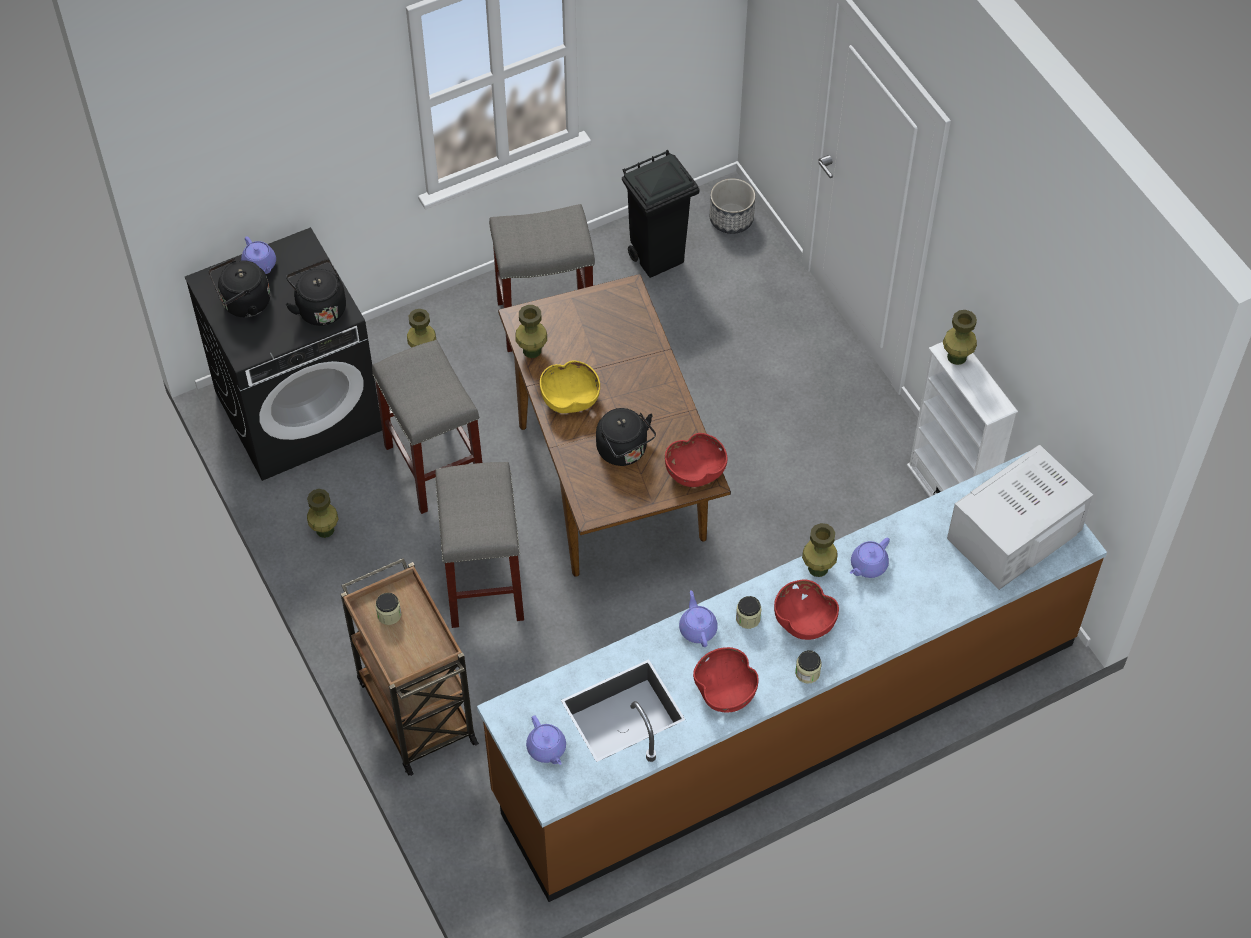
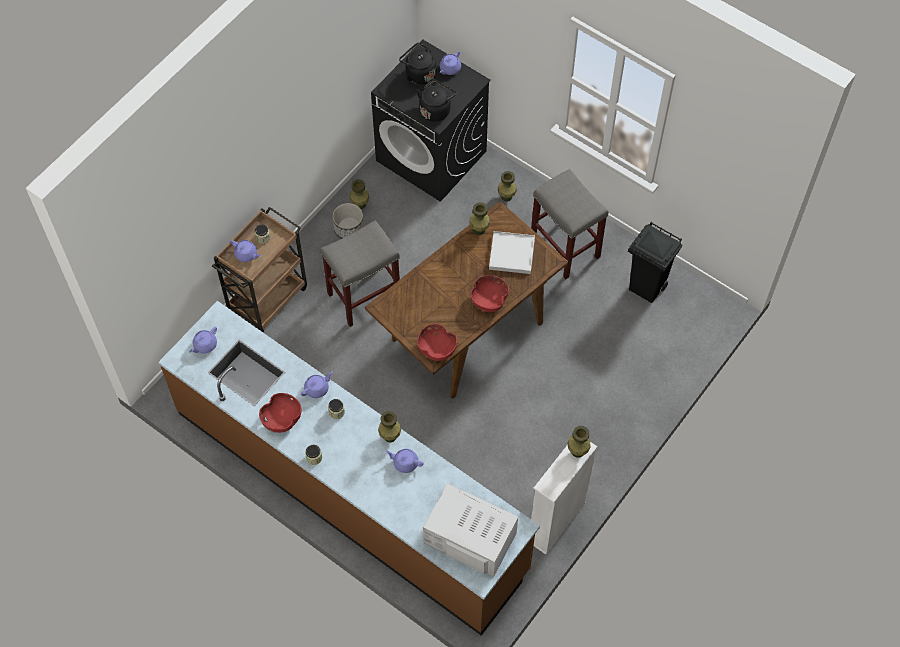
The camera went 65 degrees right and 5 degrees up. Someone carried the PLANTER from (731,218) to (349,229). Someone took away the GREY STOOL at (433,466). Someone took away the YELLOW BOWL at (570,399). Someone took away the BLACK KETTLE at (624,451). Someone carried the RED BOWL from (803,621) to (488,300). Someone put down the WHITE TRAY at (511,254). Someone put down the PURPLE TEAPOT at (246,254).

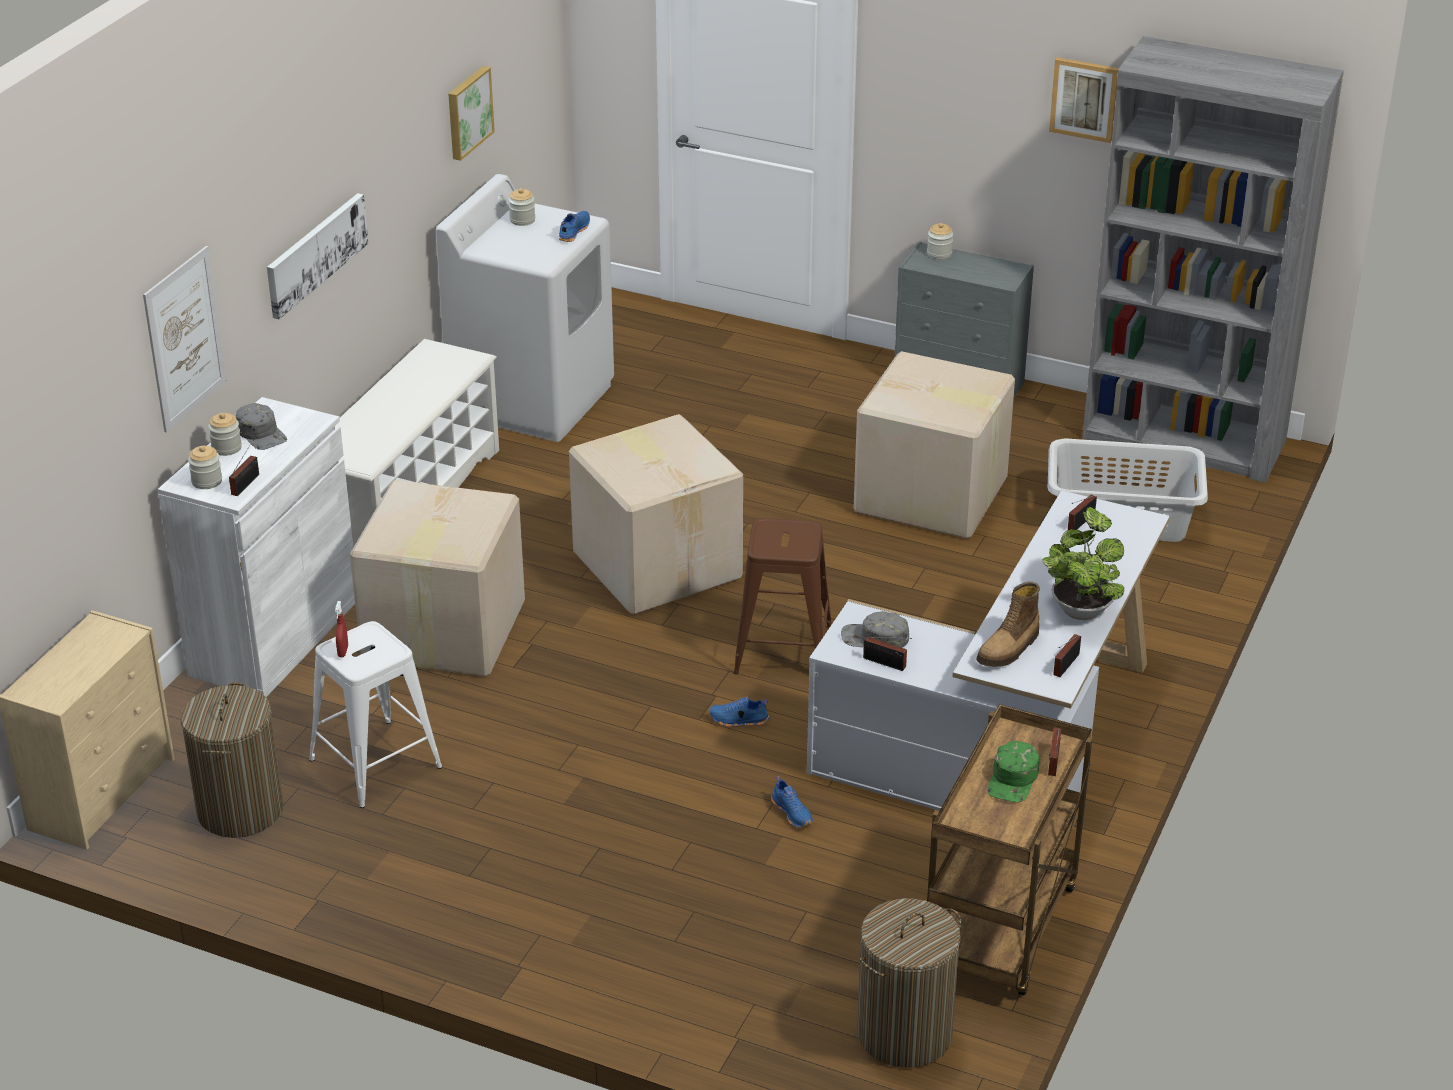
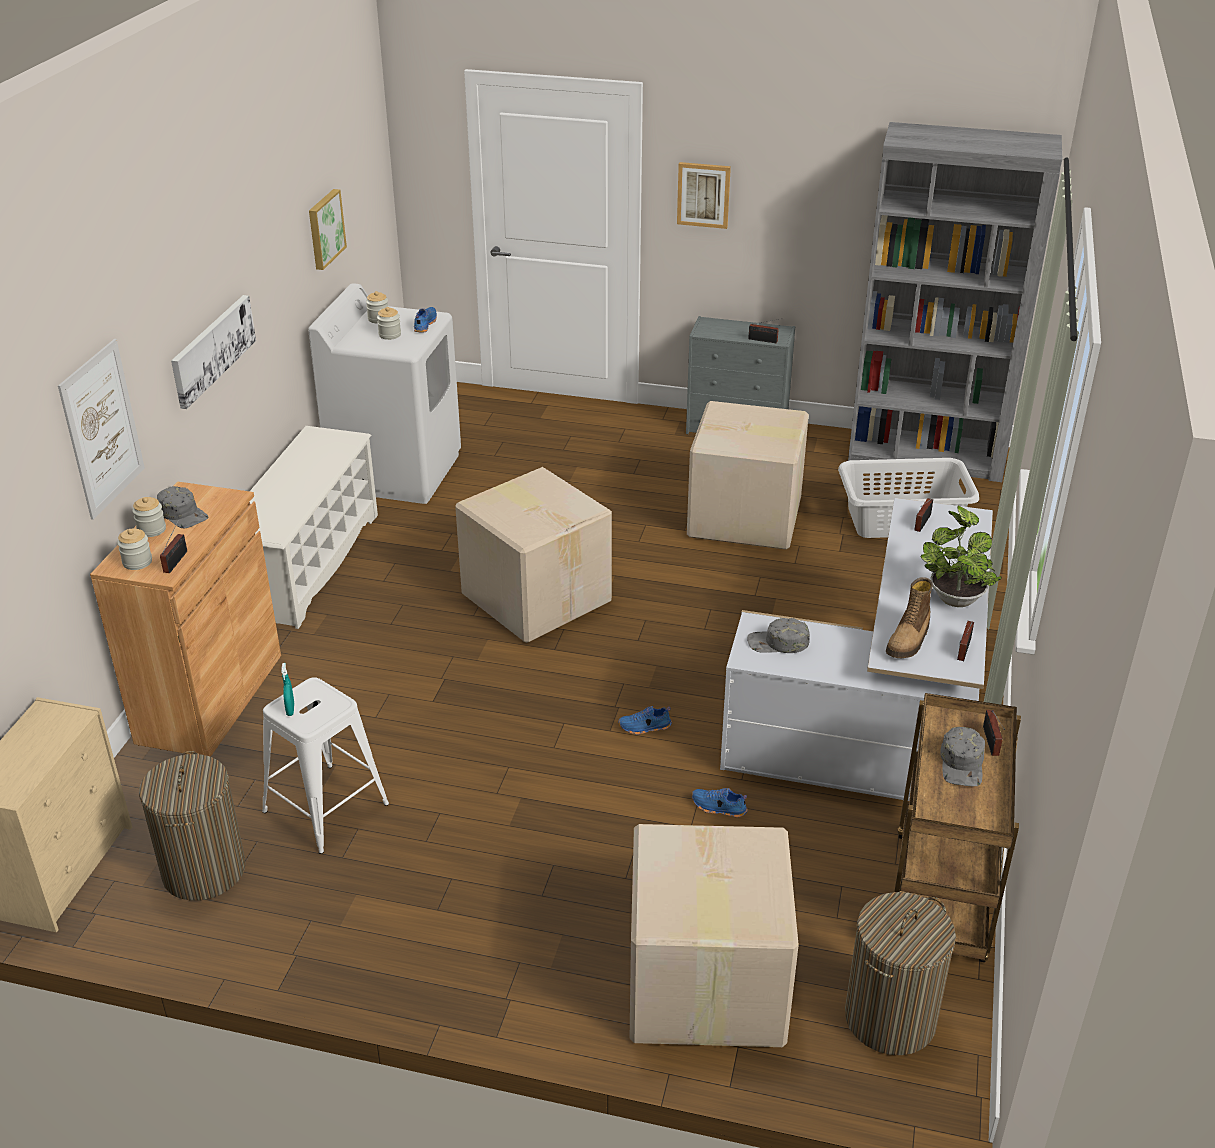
The camera went 10 degrees left and 0 degrees up. Someone carried the PICTURE from (1084,99) to (703,194). Someone carried the JAR from (939,253) to (390,335). Someone repainted the WHITE CABINET at (275,637), which became the BROWN CABINET at (210,698). Someone carried the CARDBOARD BOX from (441,631) to (703,986). Someone took away the BROWN STOOL at (783,649). Someone repainted the RED SPRAY BOTTLE at (343,651), which became the TURQUOISE SPRAY BOTTLE at (290,710). Someone carried the RADIO from (886,663) to (764,340). Someone repainted the GREEN CAP at (1013,779), which became the GREY CAP at (962,764). Someone rotated the BLUE SHOE at (793,812) by 150 degrees clockwise.

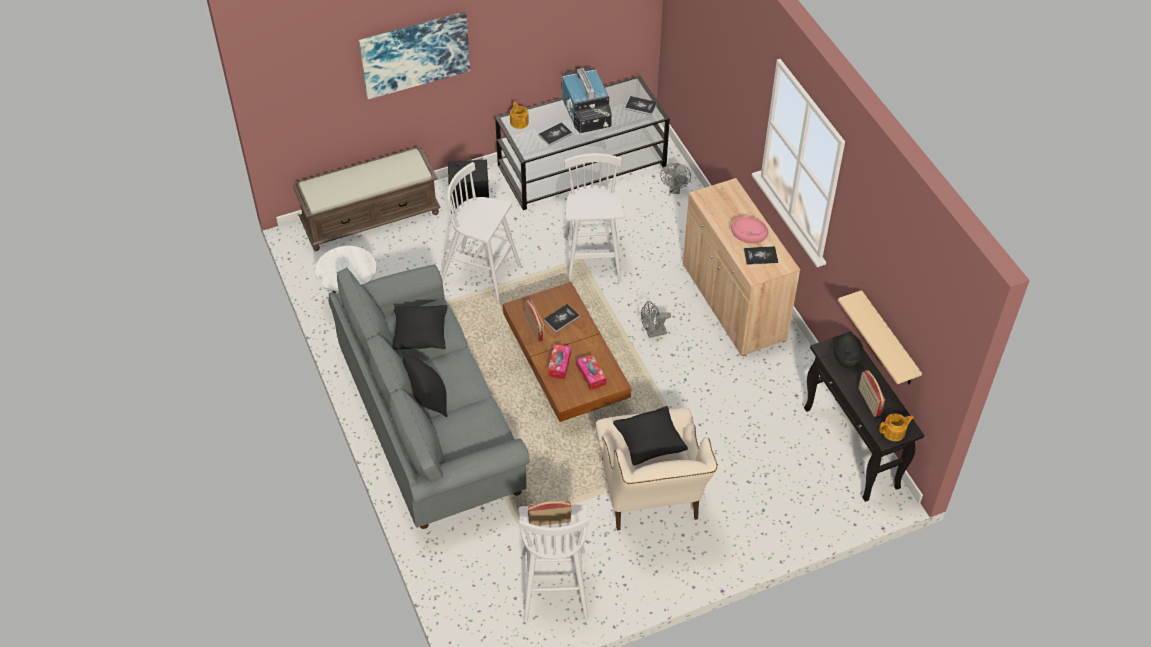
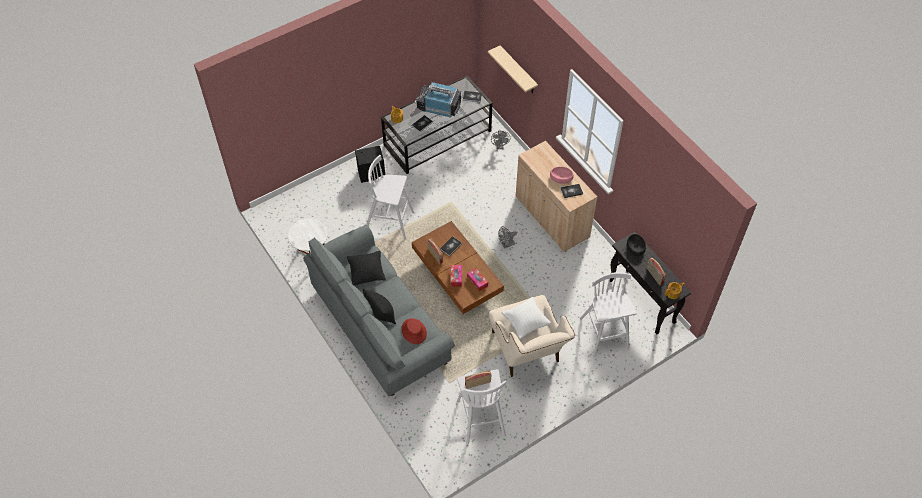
The camera went 10 degrees left and 5 degrees up. Someone took away the PICTURE at (415,54). Someone rotated the TELEVISION at (586,114) by 135 degrees clockwise. Someone took away the BROWN BENCH at (371,217). Someone carried the WHITE STOOL from (592,260) to (604,334). Someone carried the BEIGE SHELF from (888,340) to (518,71). Someone repainted the BLACK PILLOW at (649,444), which became the WHITE PILLOW at (525,323). Someone put down the RED HAT at (414,331).

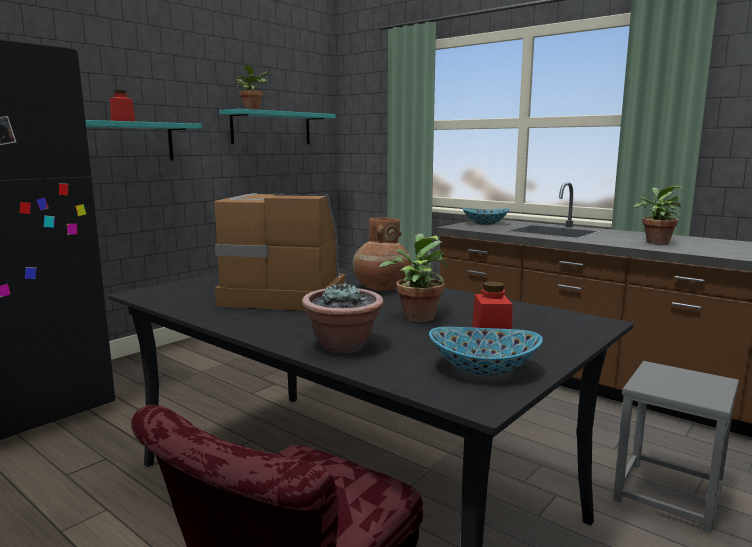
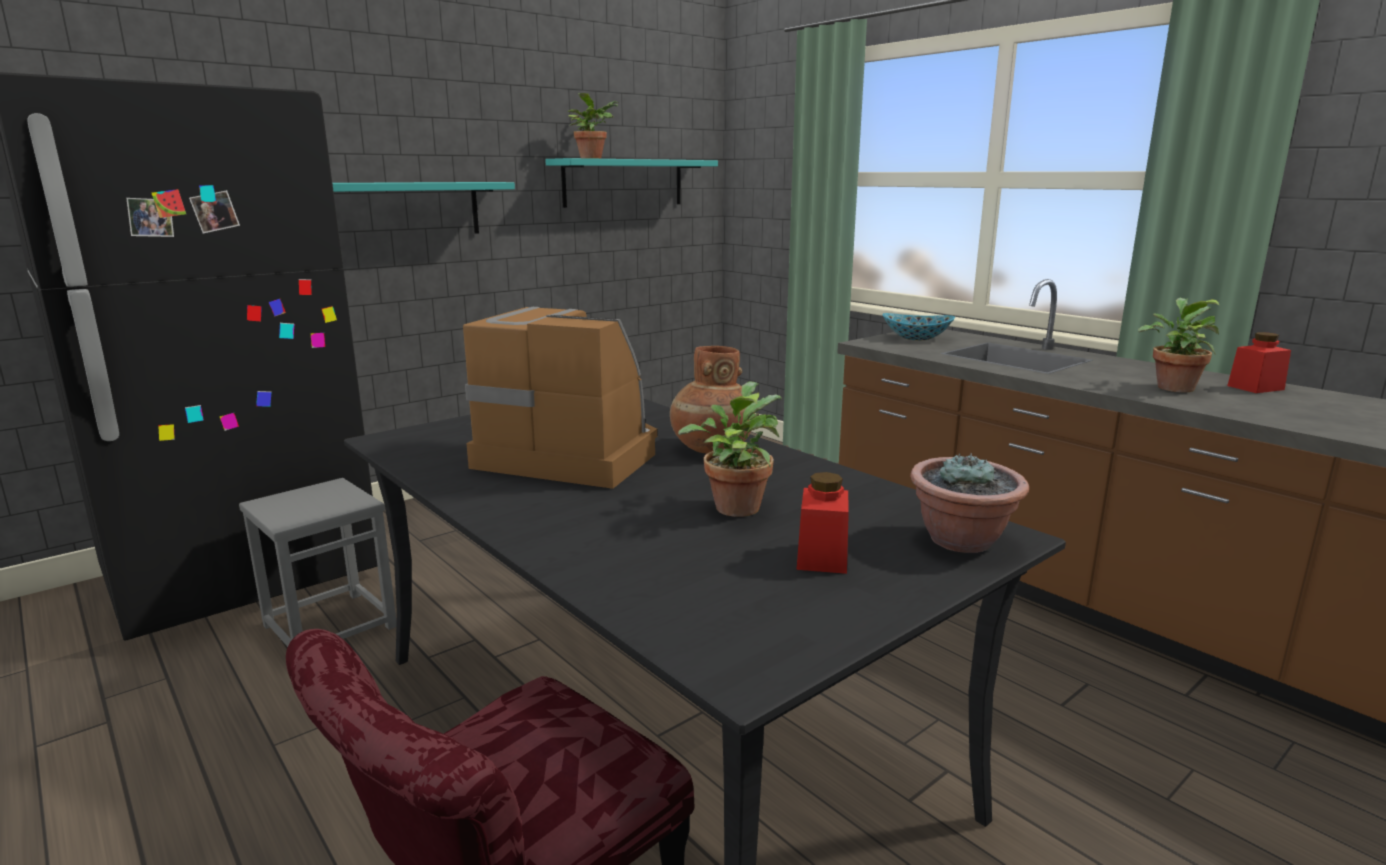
The camera went 10 degrees right and 5 degrees up. Someone carried the RED JAR from (123,121) to (1255,388). Someone carried the POTTED PLANT from (343,346) to (962,541). Someone took away the BOWL at (483,369). Someone carried the GREY STOOL from (667,494) to (330,626).

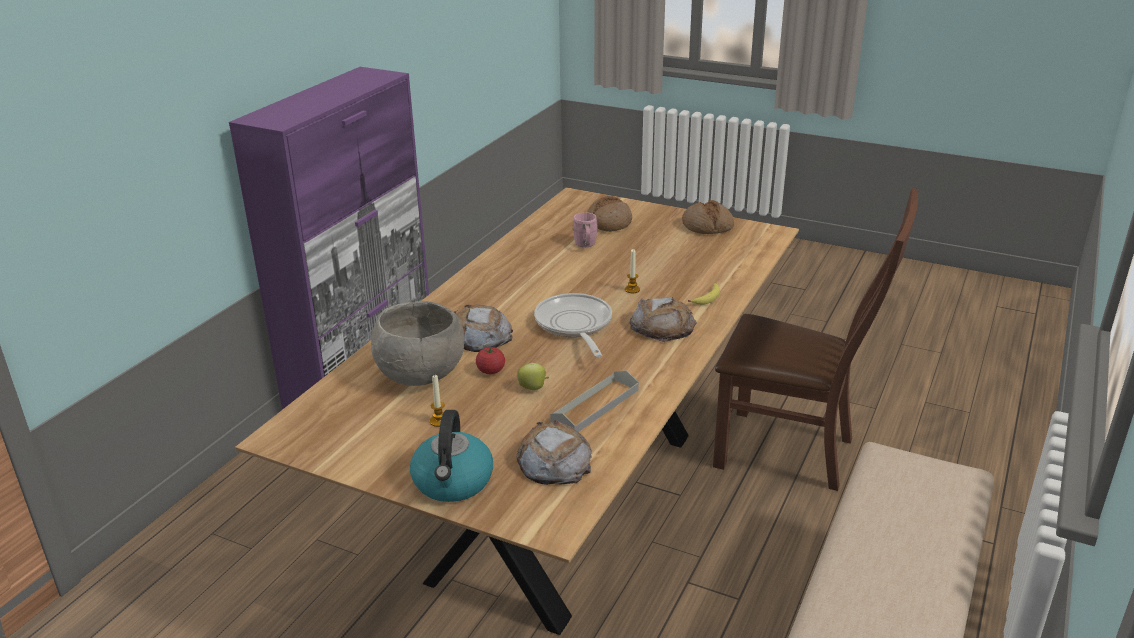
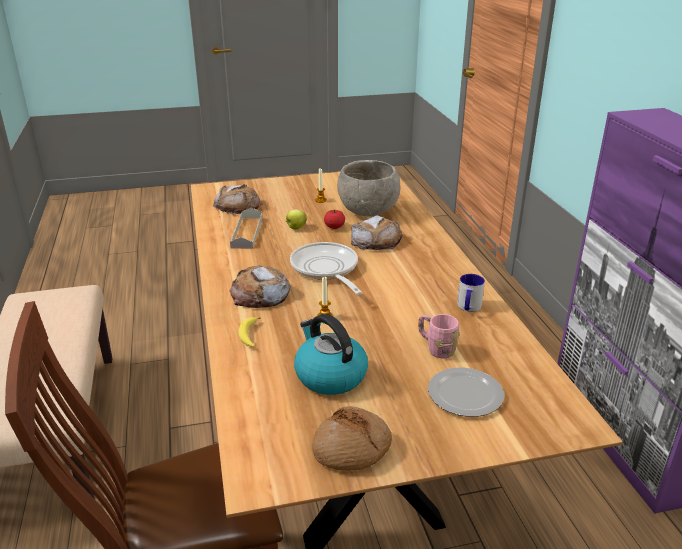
The camera went 140 degrees right and 0 degrees up. Someone swapped the BREAD at (608,222) for the PLATE at (466,394). Someone rotated the FRYING PAN at (574,326) by 150 degrees counterclockwise. Someone carried the KETTLE from (453,482) to (329,375). Someone put down the MUG at (468,307).

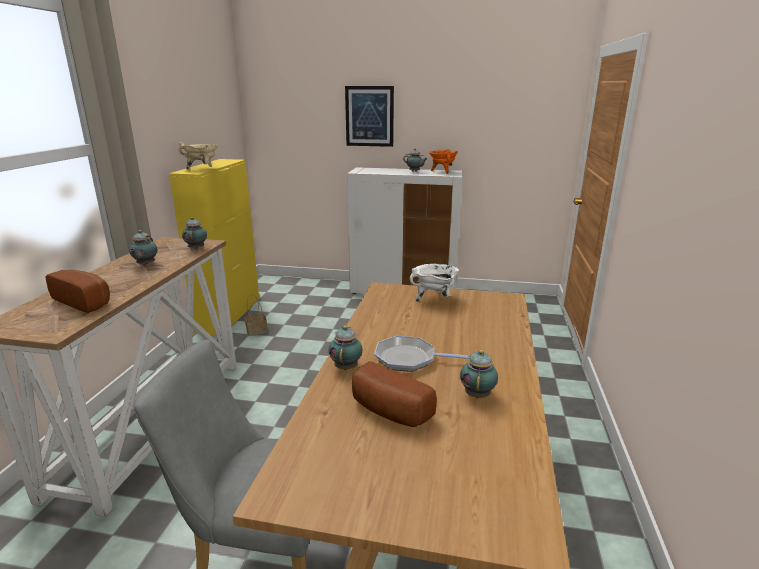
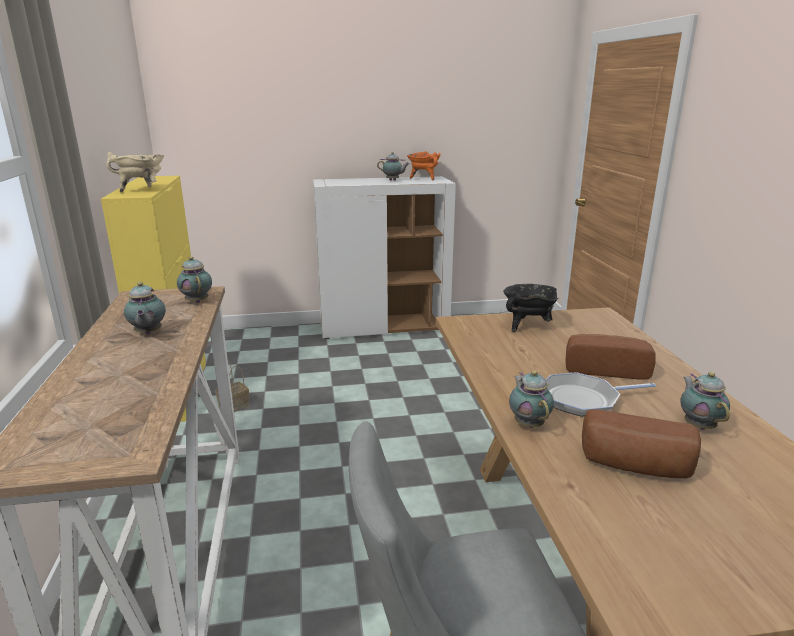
The camera went 20 degrees left and 0 degrees up. Someone took away the PICTURE at (369,116). Someone repainted the WHITE COOKING POT at (434,299), which became the BLACK COOKING POT at (528,326). Someone carried the BREAD from (85,301) to (605,369).

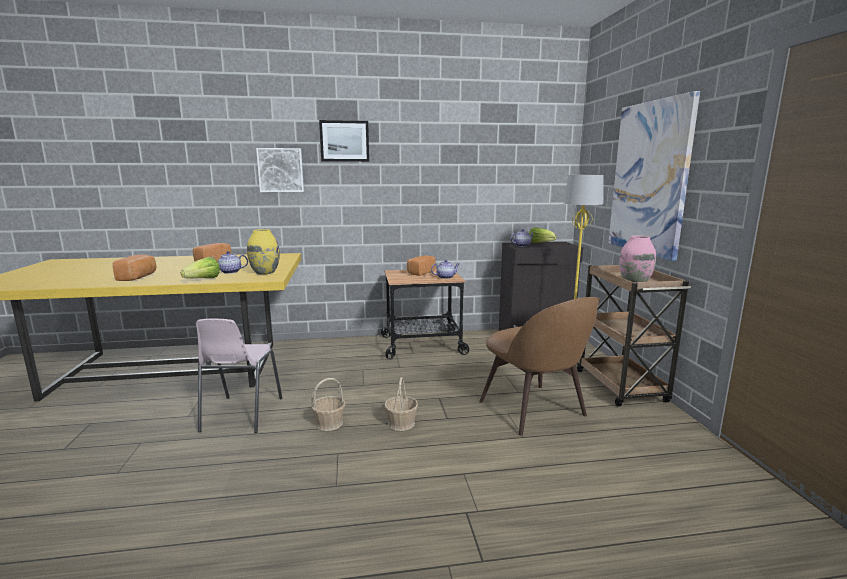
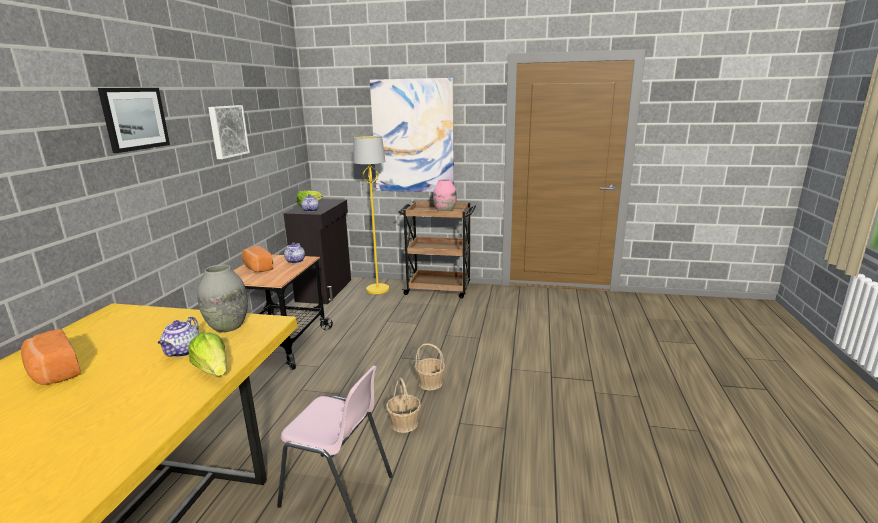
The camera went 70 degrees left and 5 degrees up. Someone carried the PICTURE from (280,170) to (227,131). Someone repainted the YELLOW VASE at (264,272), which became the GREY VASE at (227,327). Someone took away the BREAD at (138,277). Someone took away the BROWN CHAIR at (534,410).

